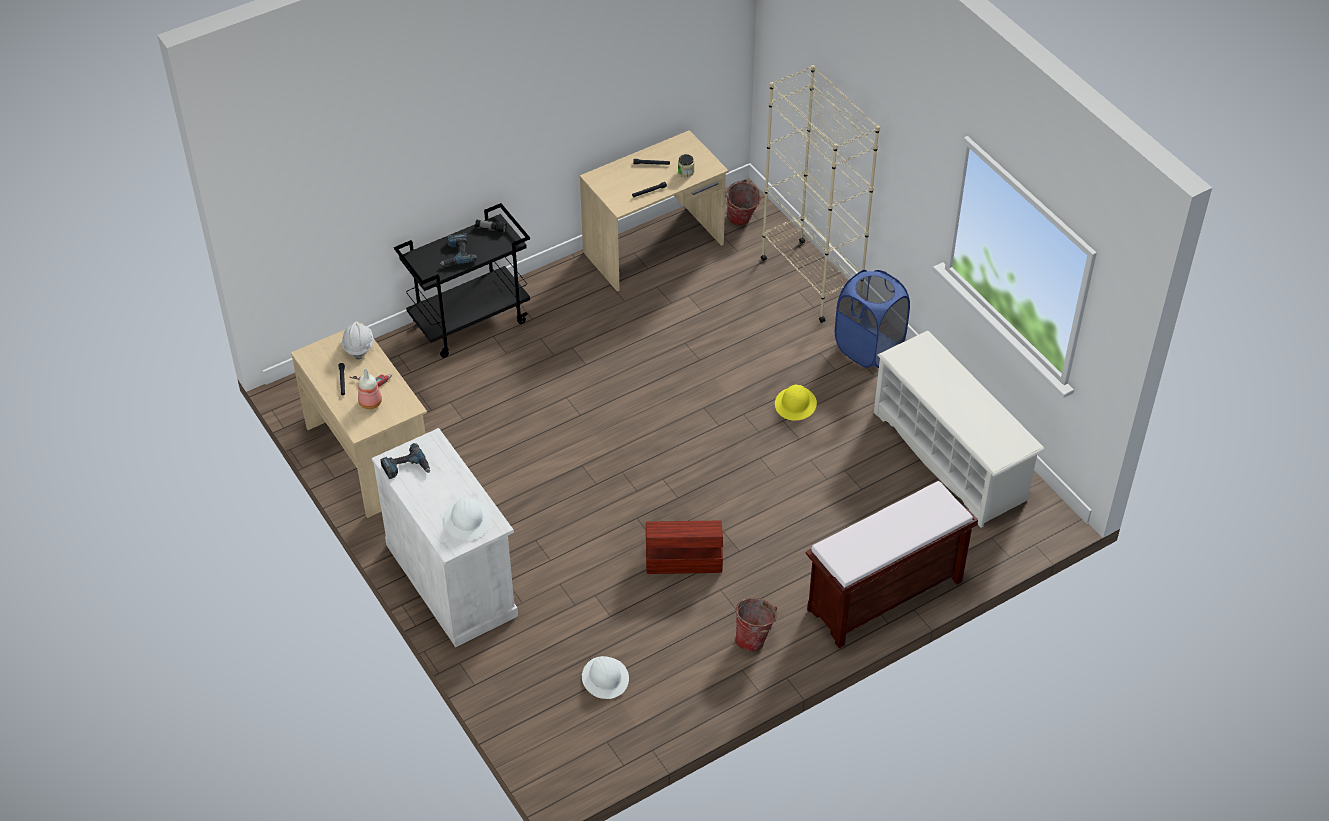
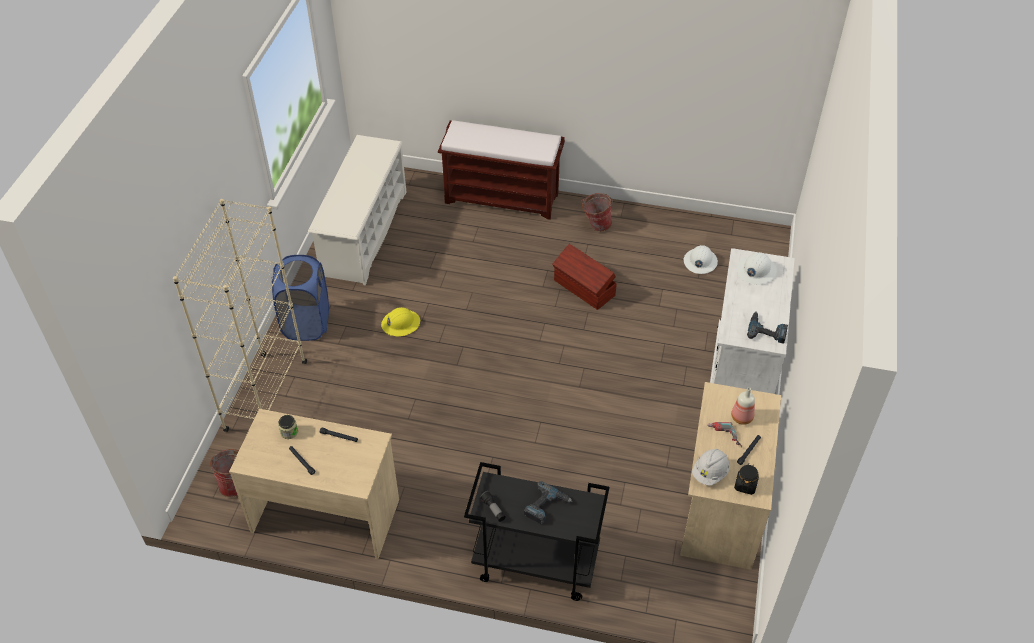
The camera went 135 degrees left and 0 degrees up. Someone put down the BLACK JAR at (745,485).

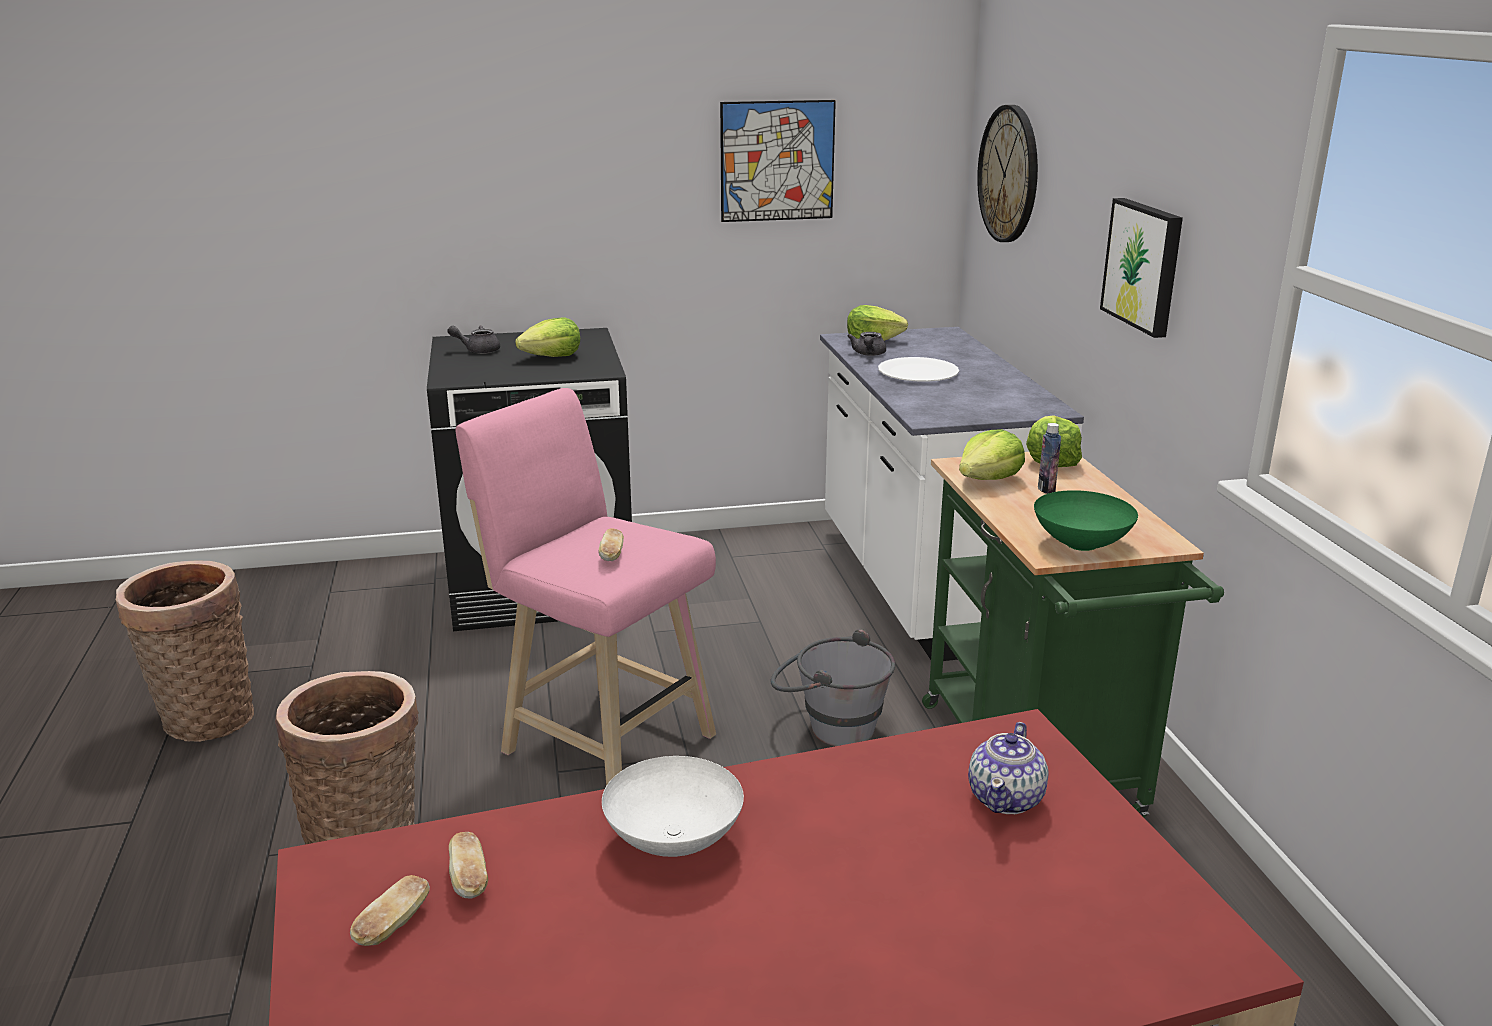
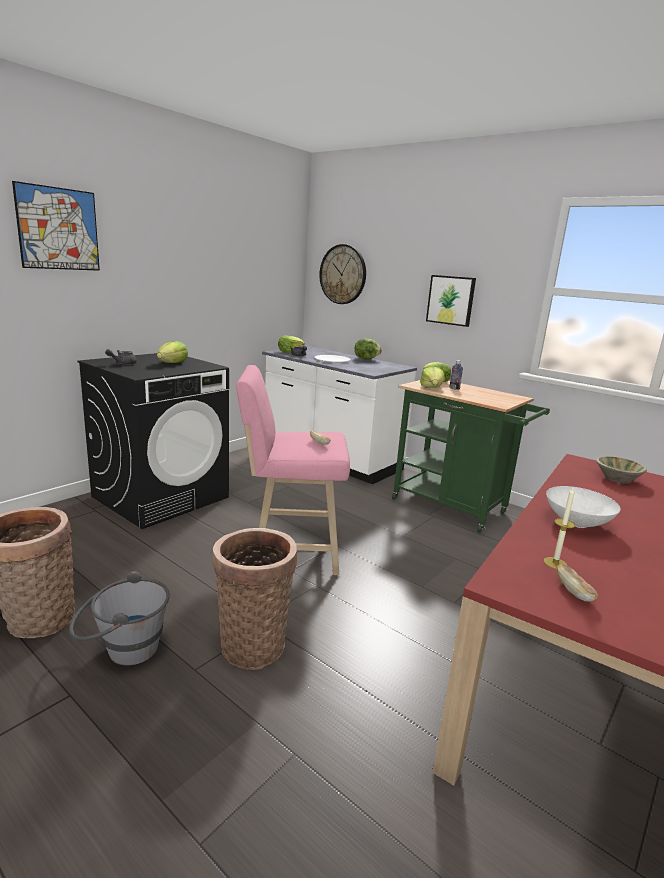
The camera went 40 degrees left and 5 degrees down. Someone carried the PICTURE from (777,161) to (58,229). Someone took away the GREEN BOWL at (1080,544). Someone carried the GREY BUCKET from (829,726) to (122,650). Someone swapped the TEAPOT at (1006,798) for the BEIGE BOWL at (617,478). Someone swapped the BREAD at (469,879) for the CANDLE at (555,563). Someone put down the LETTUCE at (366,359).

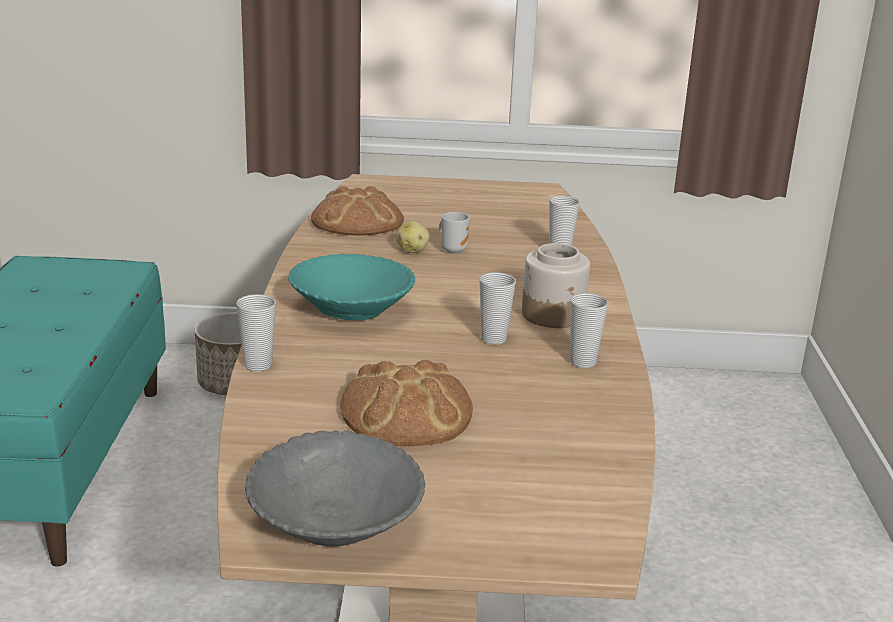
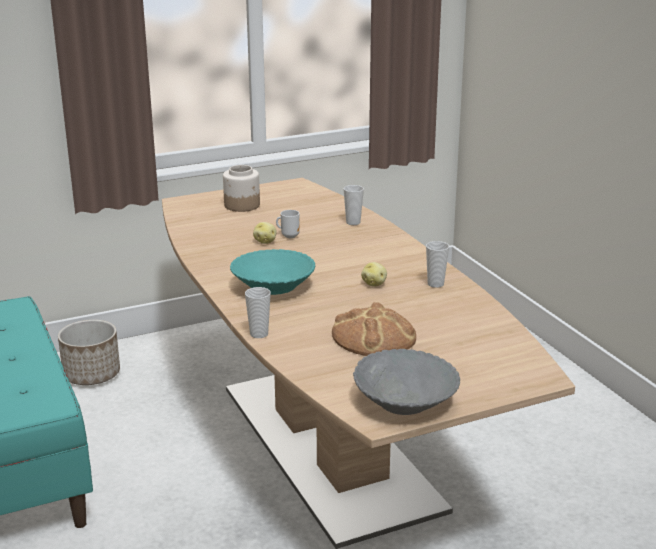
The camera went 25 degrees left and 0 degrees up. Someone took away the BREAD at (357,220). Someone carried the JAR from (554,315) to (242,205). Someone swapped the CUP at (493,339) for the POTATO at (374,284).

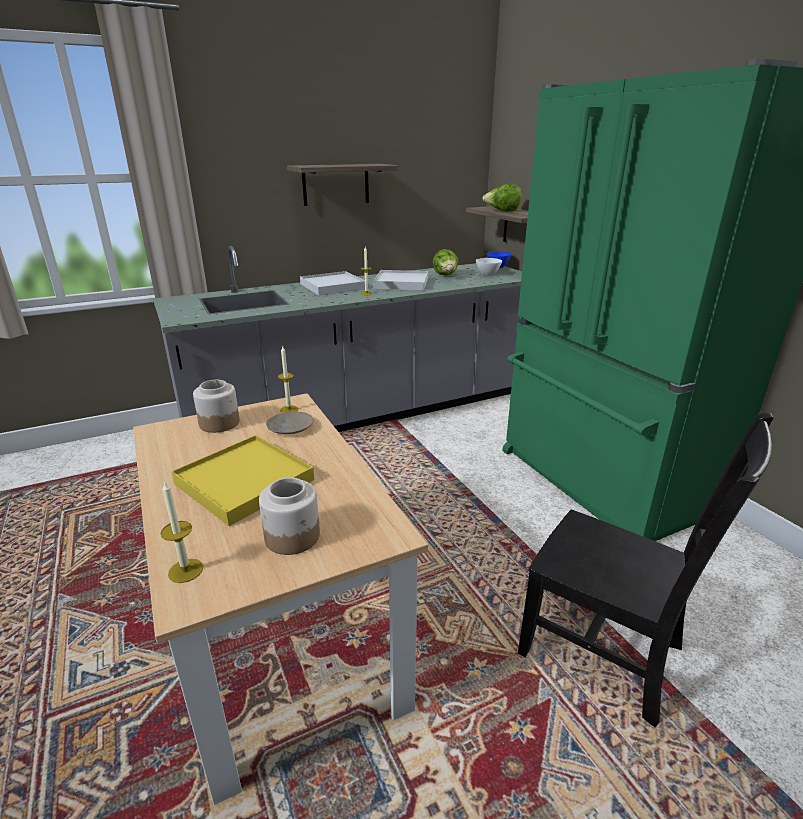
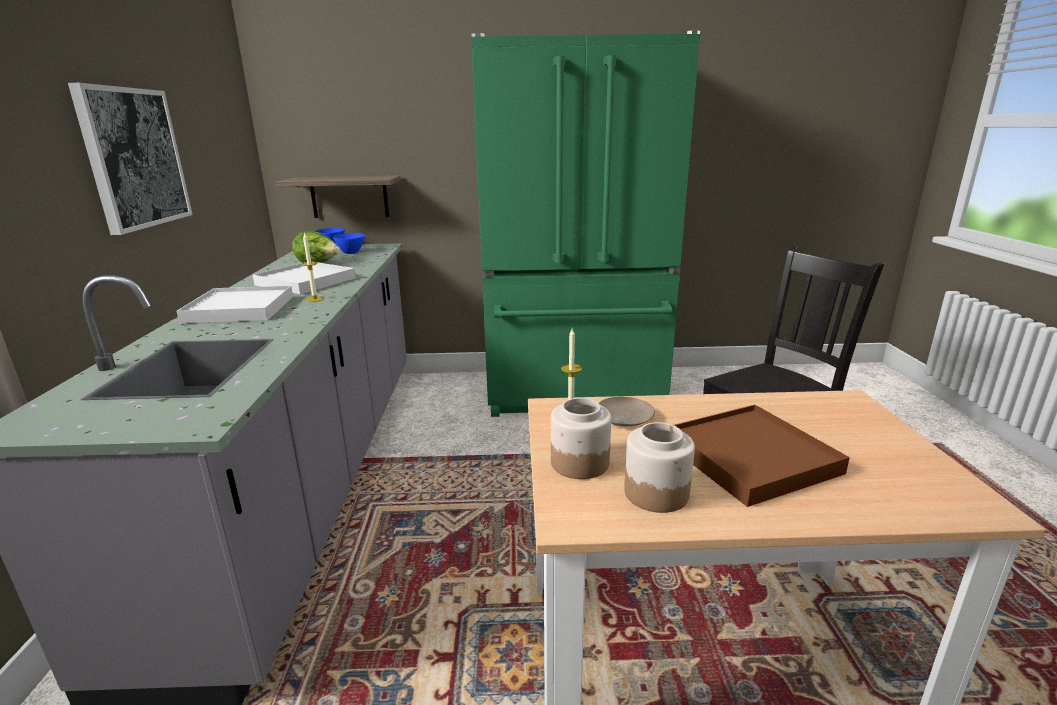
The camera went 65 degrees left and 5 degrees down. Someone swapped the SHELF at (336,184) for the PICTURE at (134,158). Someone took away the LETTUCE at (502,211). Someone repainted the WHITE BOWL at (487,275), which became the BLUE BOWL at (351,253). Someone repainted the YELLOW TRAY at (244,482), which became the BROWN TRAY at (751,458). Someone carried the JAR from (293,537) to (656,493). Someone took away the CANDLE at (185,570).

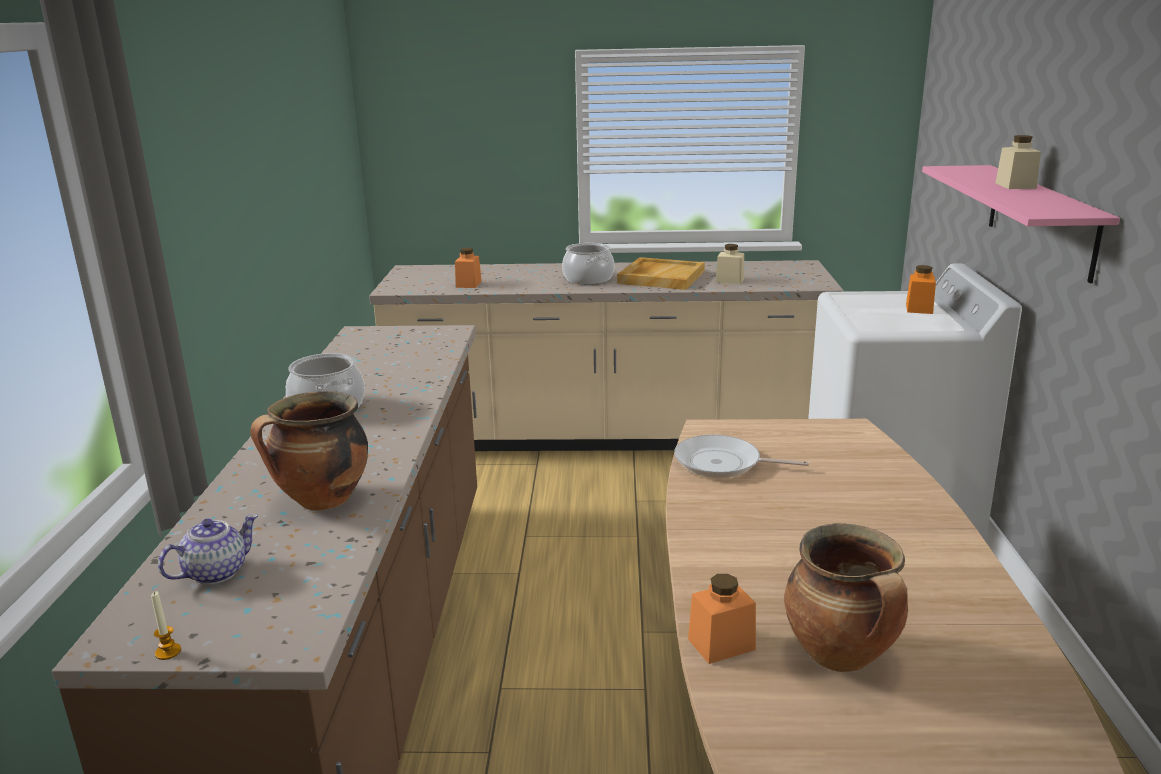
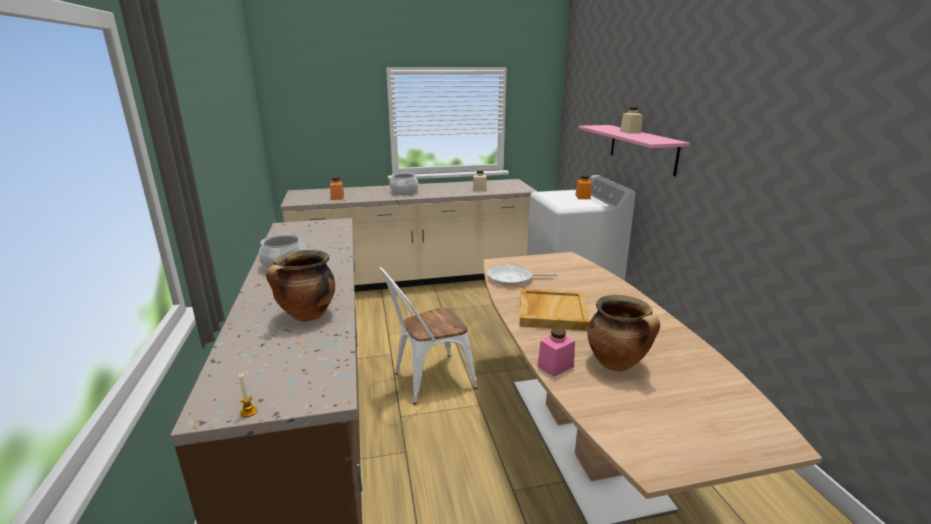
The camera went 15 degrees left and 0 degrees up. Someone carried the BEIGE TRAY from (661,277) to (552,312). Someone took away the TEAPOT at (216,572). Someone repainted the ORANGE JAR at (721,644), which became the PINK JAR at (555,366). Someone put down the WHITE CHAIR at (427,380).

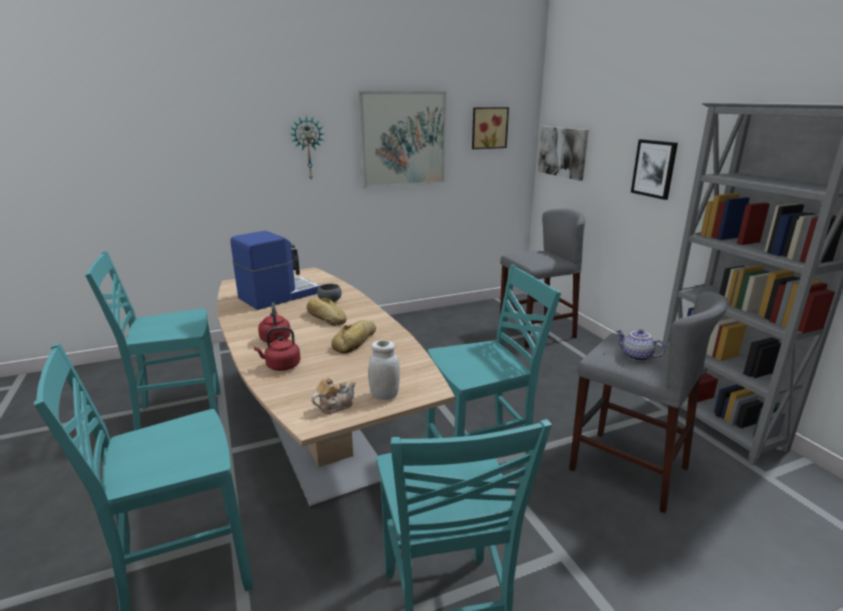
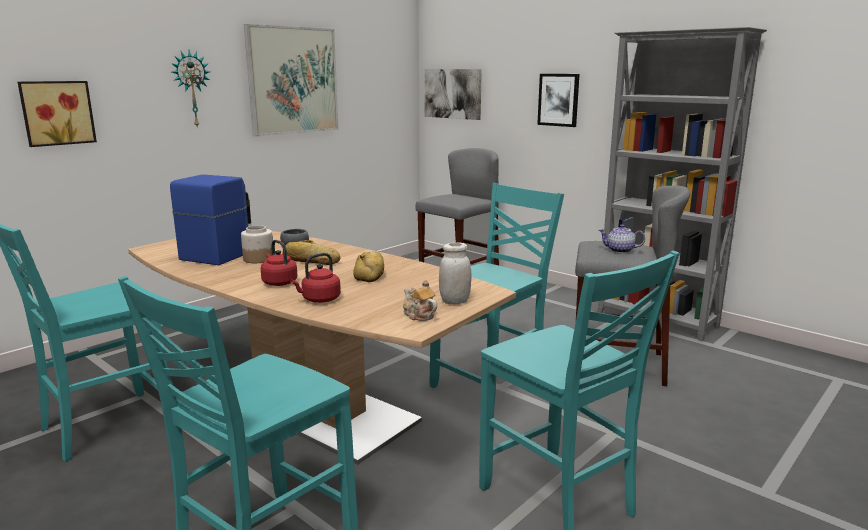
The camera went 25 degrees left and 5 degrees down. Someone carried the PICTURE from (488,128) to (57,113). Someone rotated the TEAPOT at (334,406) by 75 degrees counterclockwise. Someone put down the JAR at (258,259).

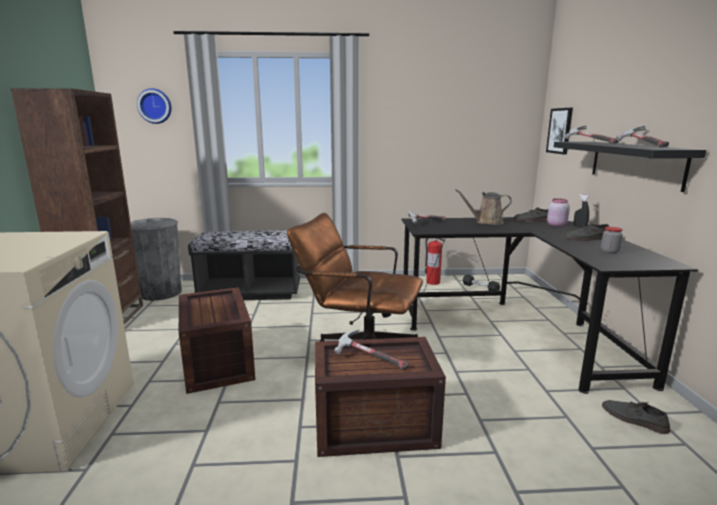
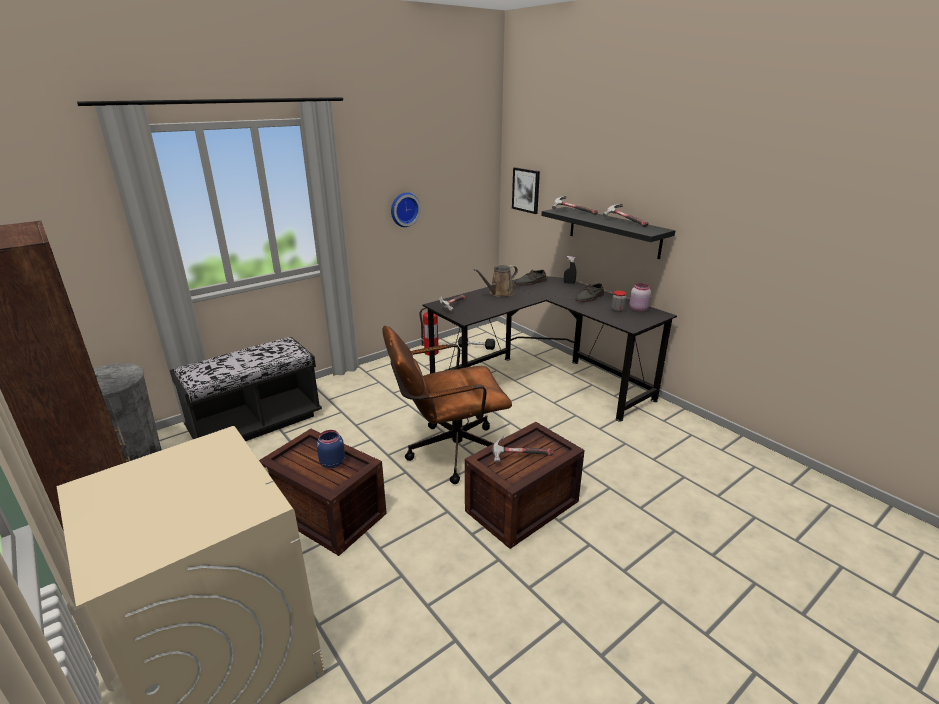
The camera went 35 degrees left and 10 degrees up. Someone carried the WALL CLOCK from (155,106) to (404,209). Someone carried the PINK JAR from (556,225) to (638,309). Someone took away the GREY SHOE at (633,419). Someone put down the BLUE JAR at (332,463).

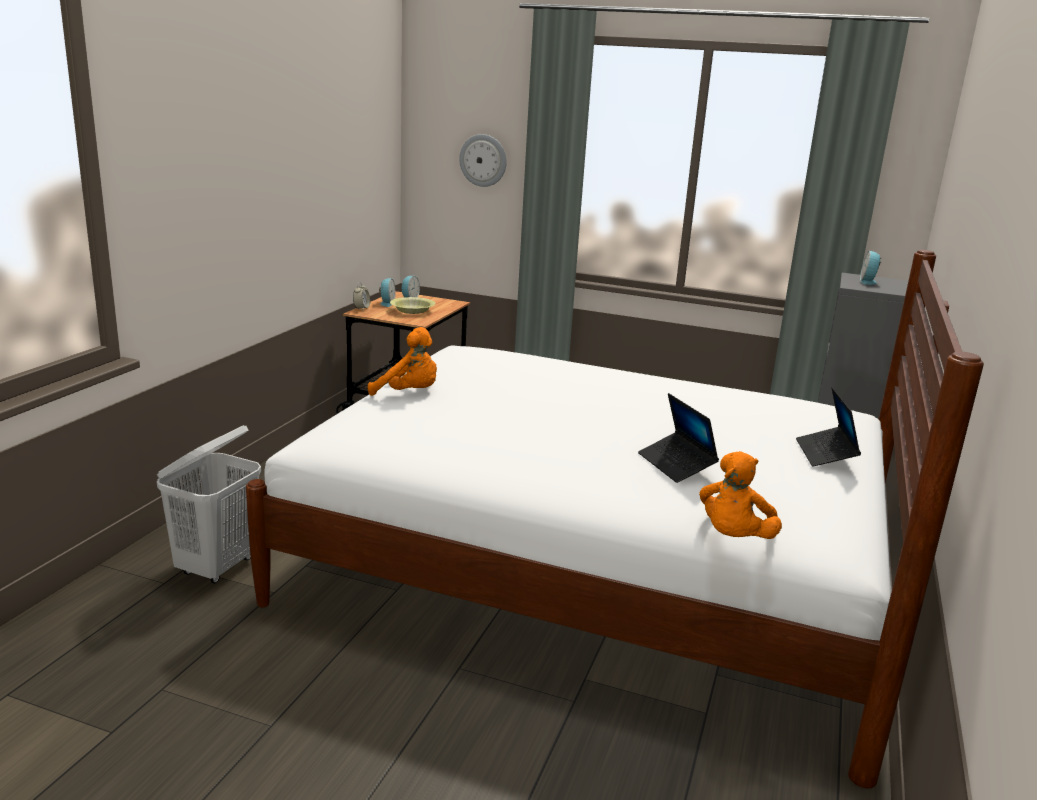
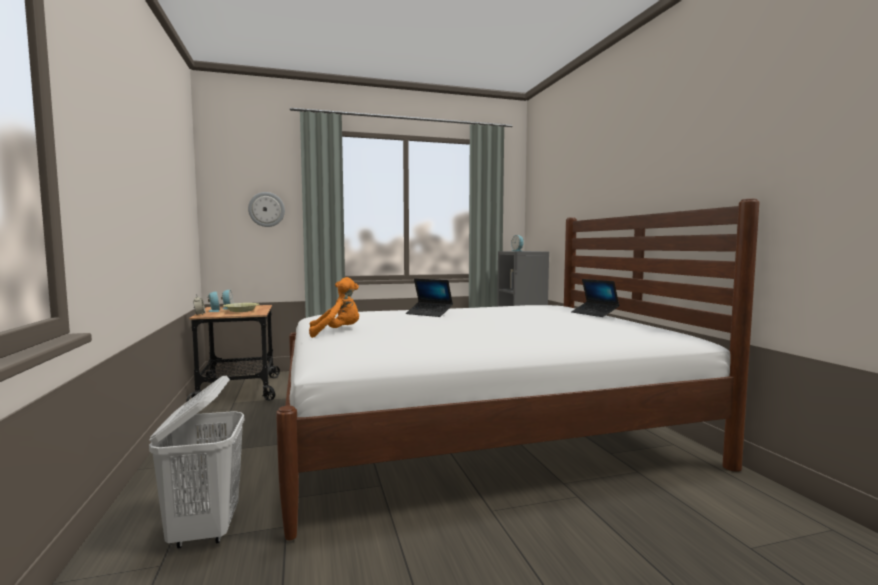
The camera went 35 degrees left and 15 degrees down. Someone carried the LAPTOP from (676,464) to (429,314). Someone took away the ORANGE PLUSH TOY at (733,538).

